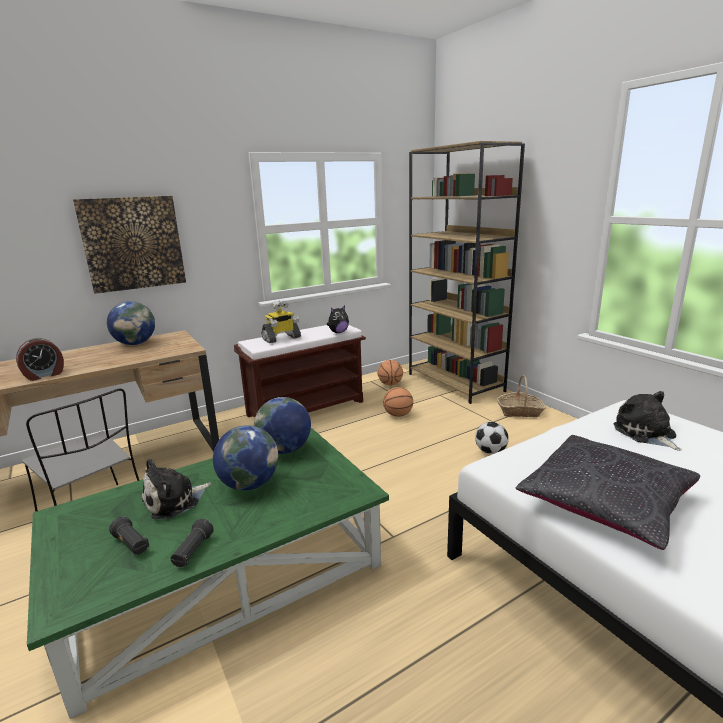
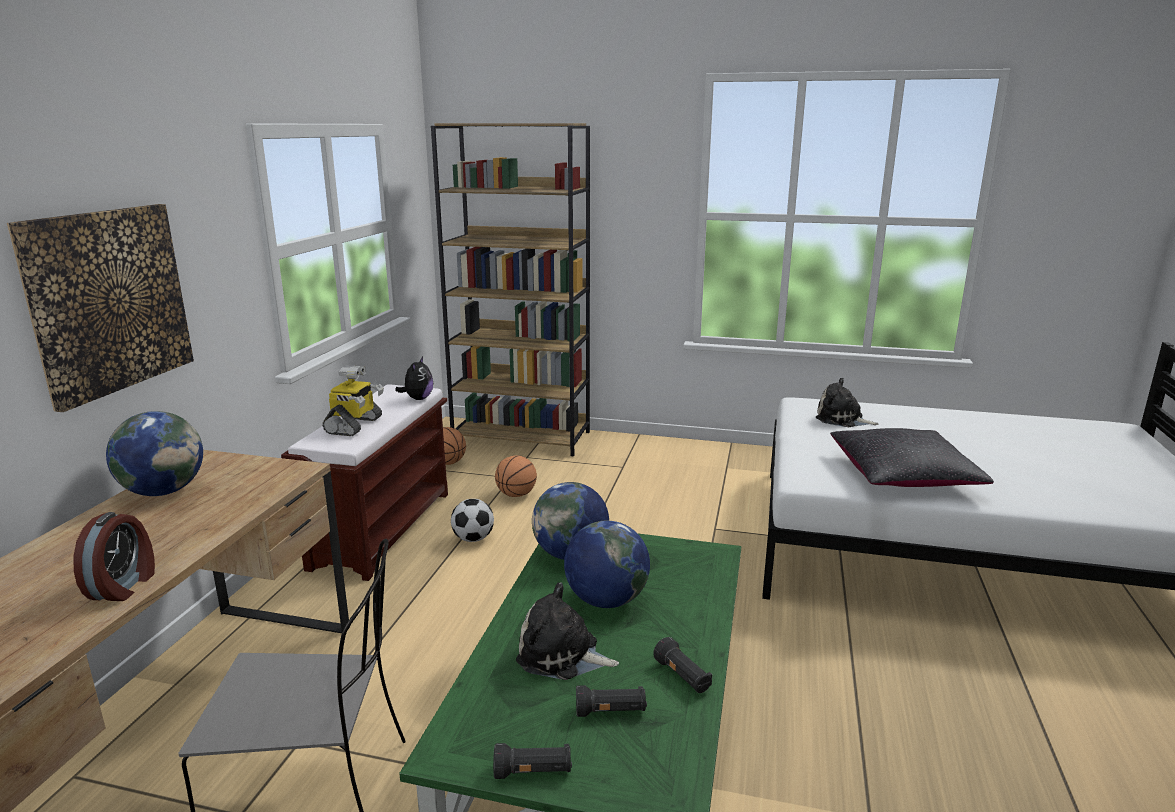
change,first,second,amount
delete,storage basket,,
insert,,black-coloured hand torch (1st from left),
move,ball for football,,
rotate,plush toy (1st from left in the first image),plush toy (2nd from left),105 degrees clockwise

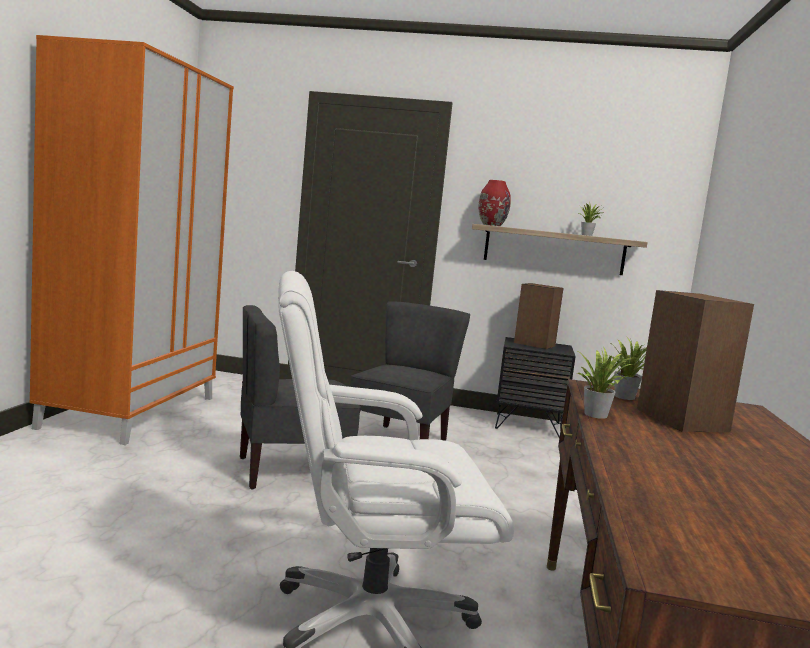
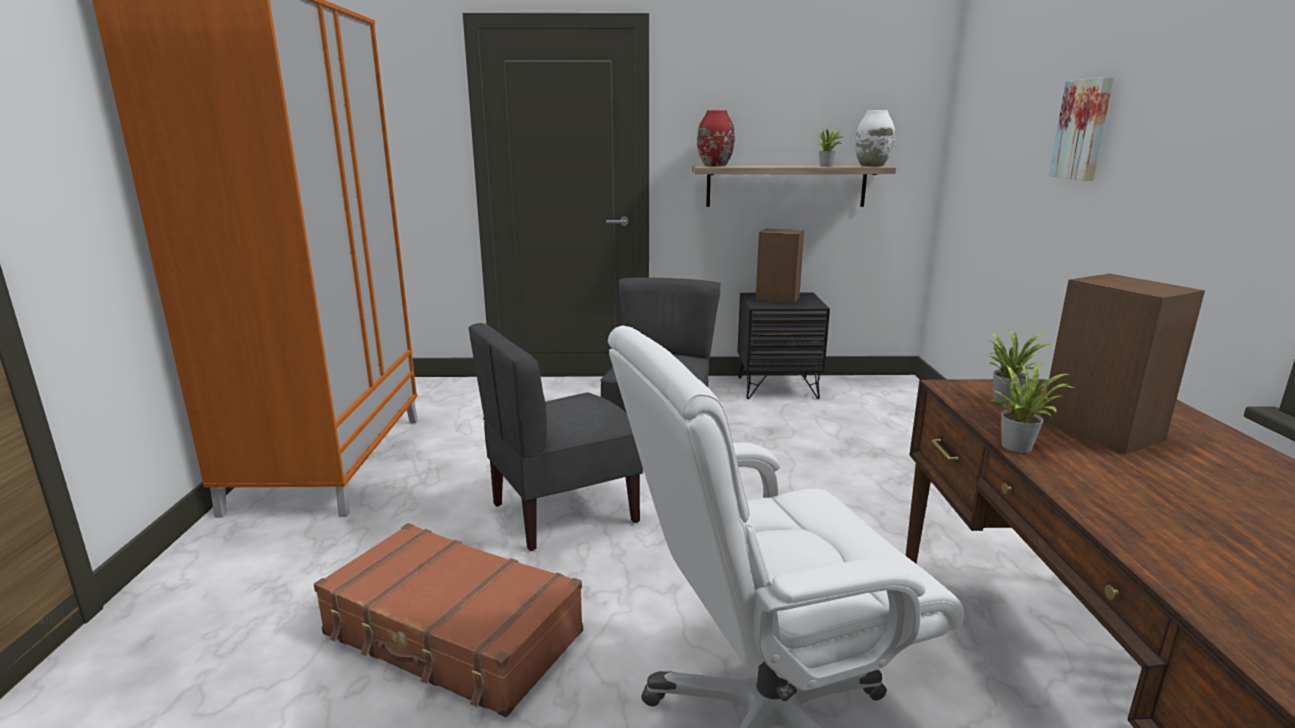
change,first,second,amount
insert,,brown-coloured suitcase,
insert,,whitish vase,
insert,,picture,

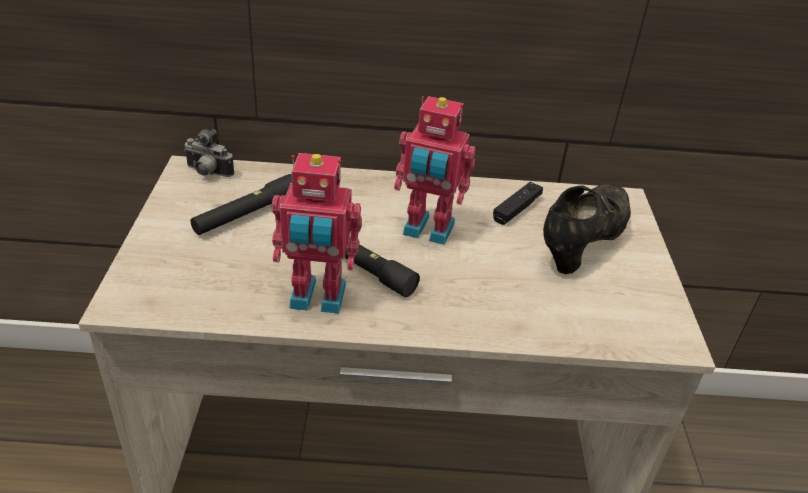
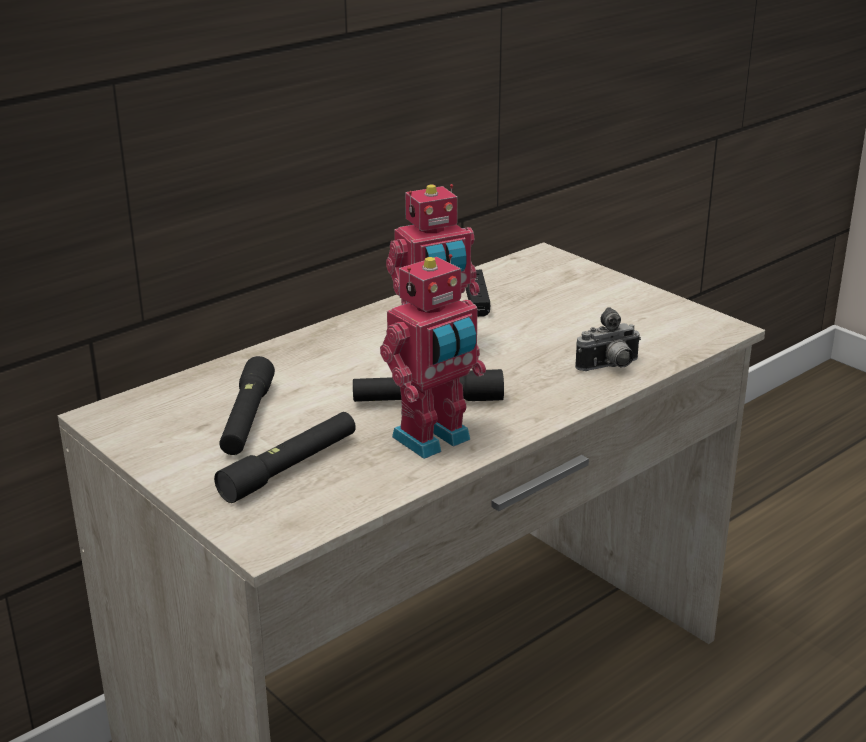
change,first,second,amount
delete,black-coloured low shoe,,
insert,,black-coloured hand torch (2nd from left),
move,photo camera,,

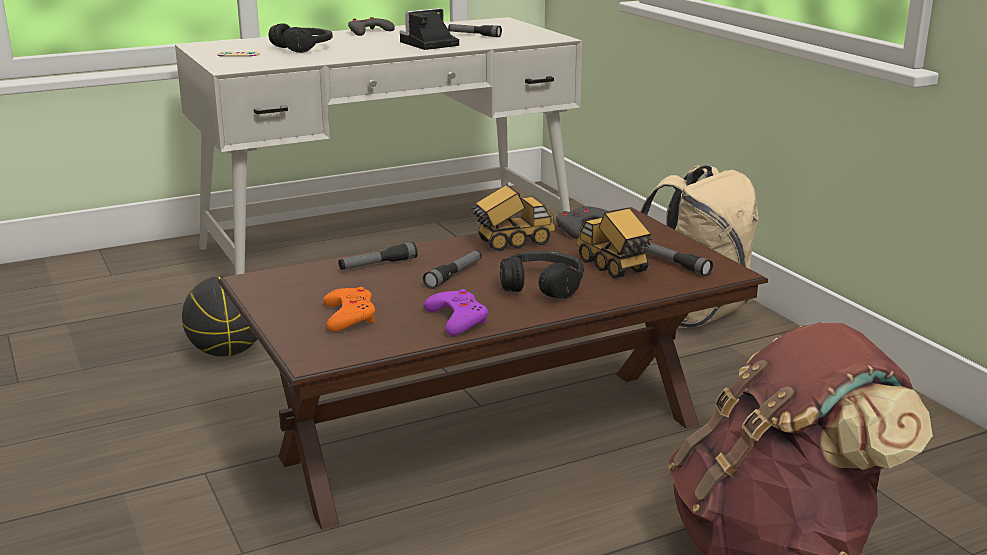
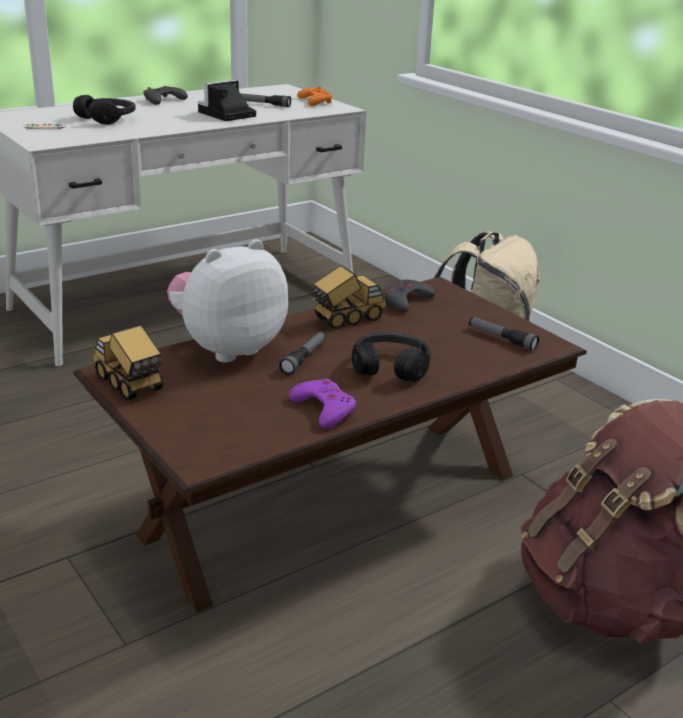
change,first,second,amount
delete,ball for basketball,,
move,orange-coloured joypad,,
move,toy lorry (2nd from left in the first image),toy lorry (1st from left),
replace,hand torch (1st from left),plush toy,

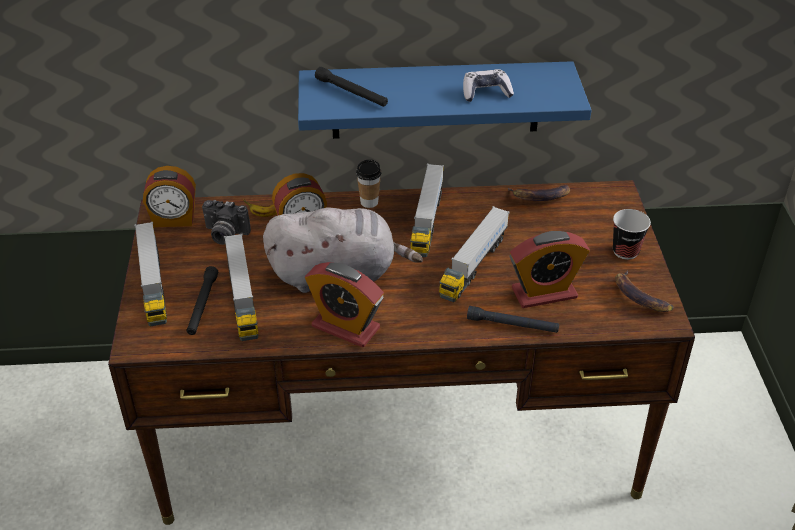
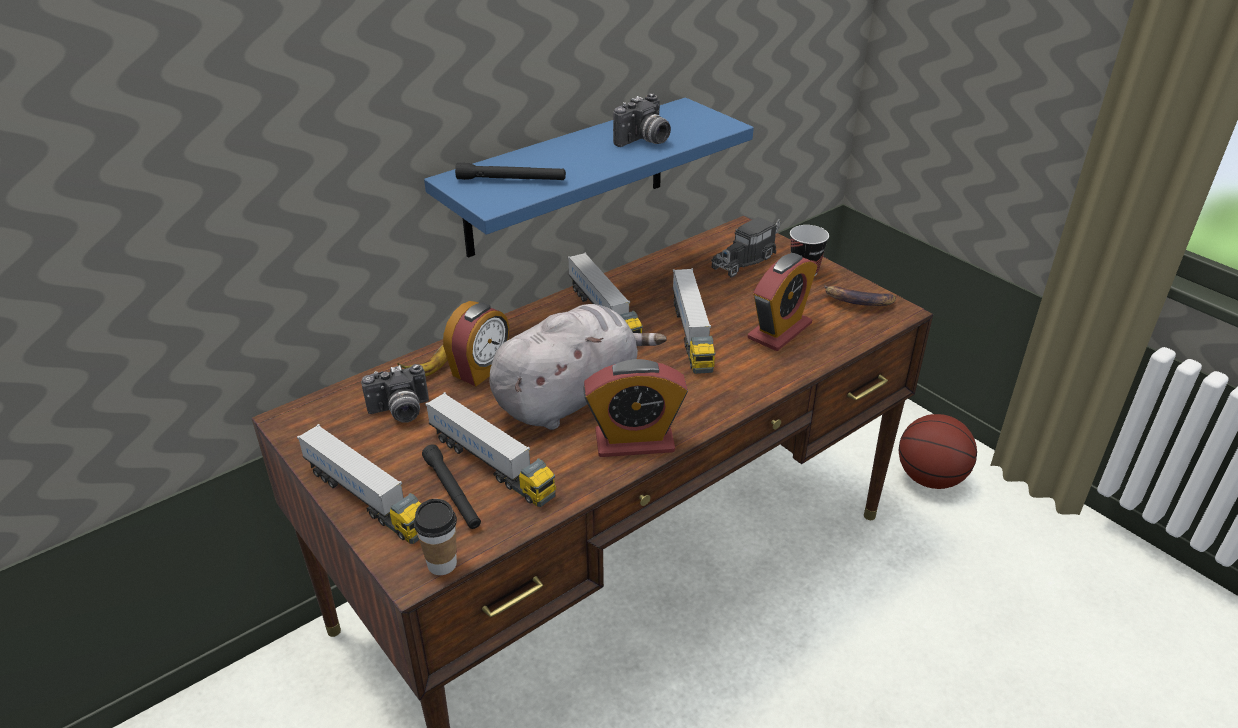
change,first,second,amount
delete,alarm clock (1st from left),,
delete,black-coloured hand torch (3rd from left),,
delete,banana fruit (2nd from left),,
insert,,toy lorry (5th from left),
insert,,ball for basketball,
move,drinking cup (1st from left),,
replace,joypad,photo camera (2nd from left),

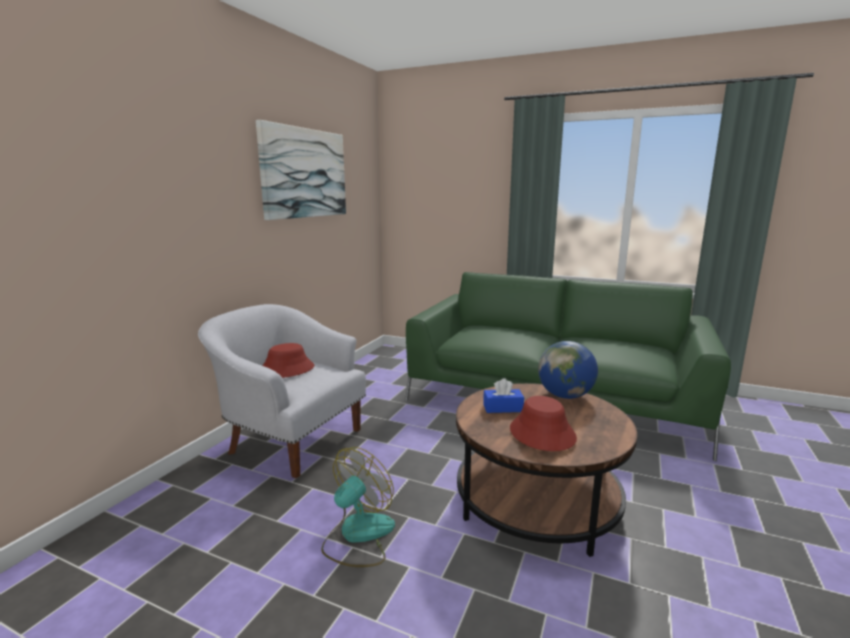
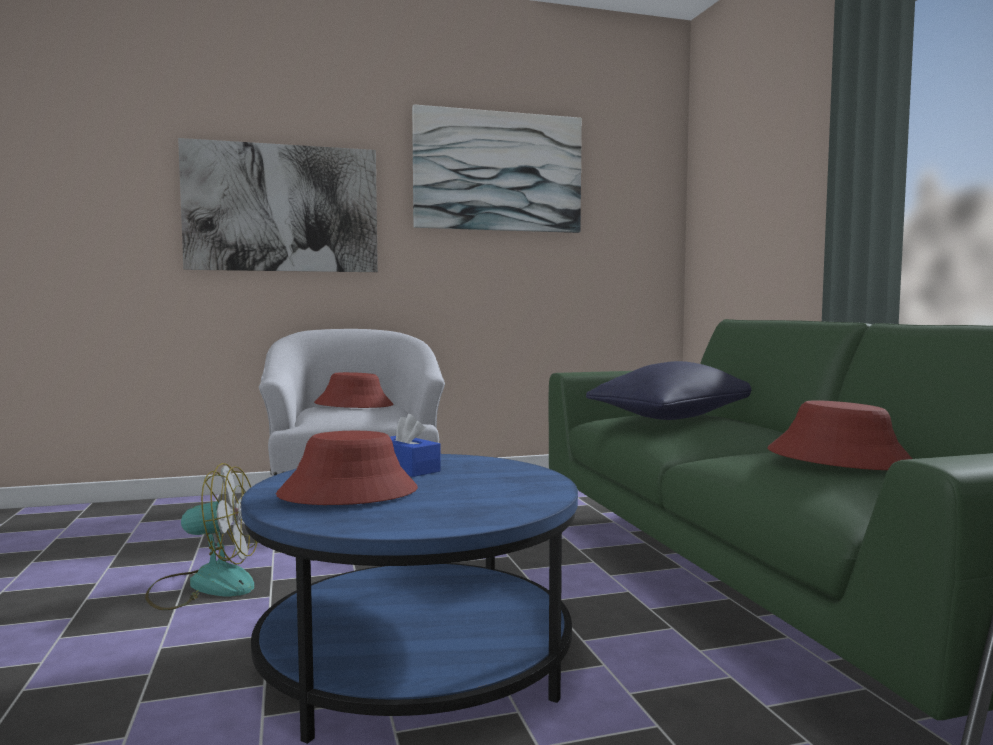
change,first,second,amount
delete,desk globe,,
insert,,picture (1st from left),
insert,,bluish pillow,
insert,,red hat (3rd from left),
recolor,brown-coloured lounge table,bluish lounge table,

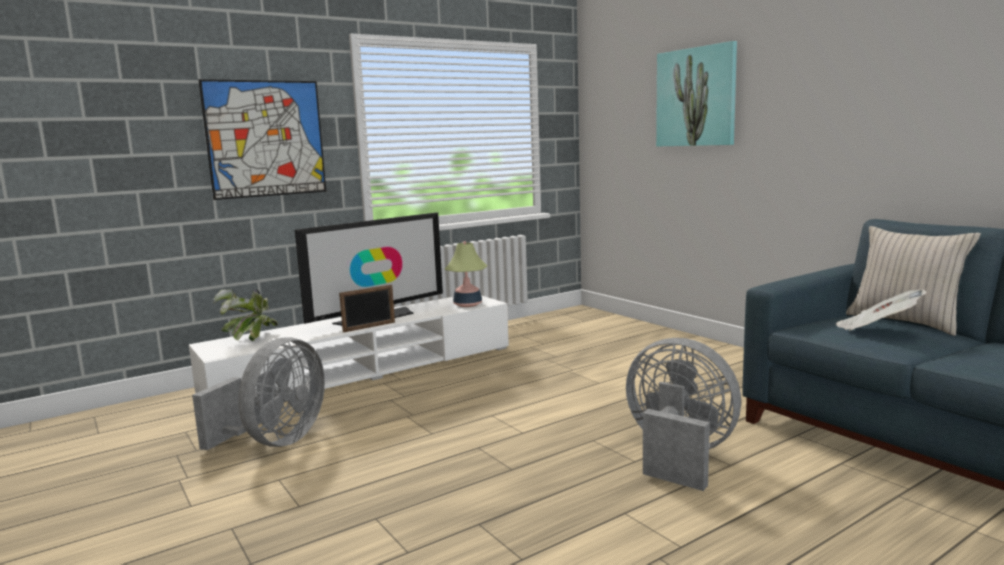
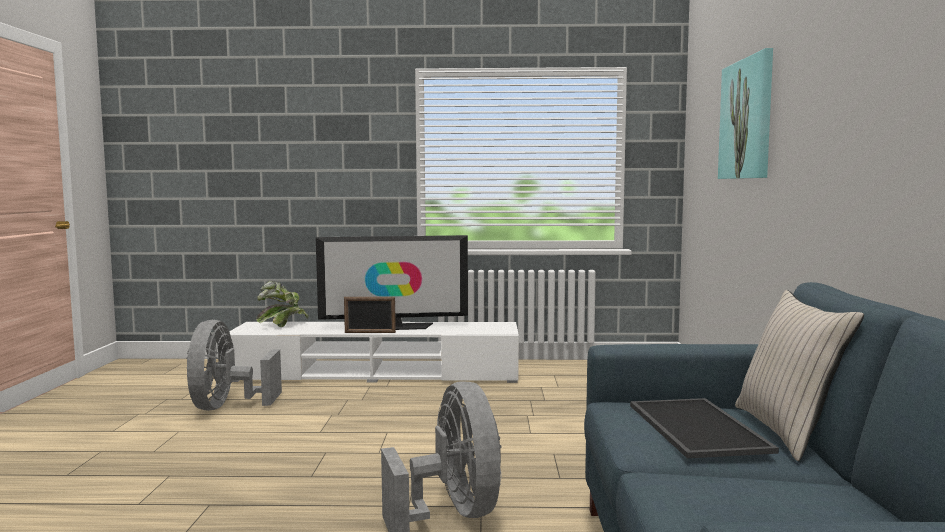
change,first,second,amount
delete,picture (1st from left),,
delete,tabletop lamp,,
replace,newspaper,carrying tray,
rotate,grey fan (1st from left),,120 degrees clockwise

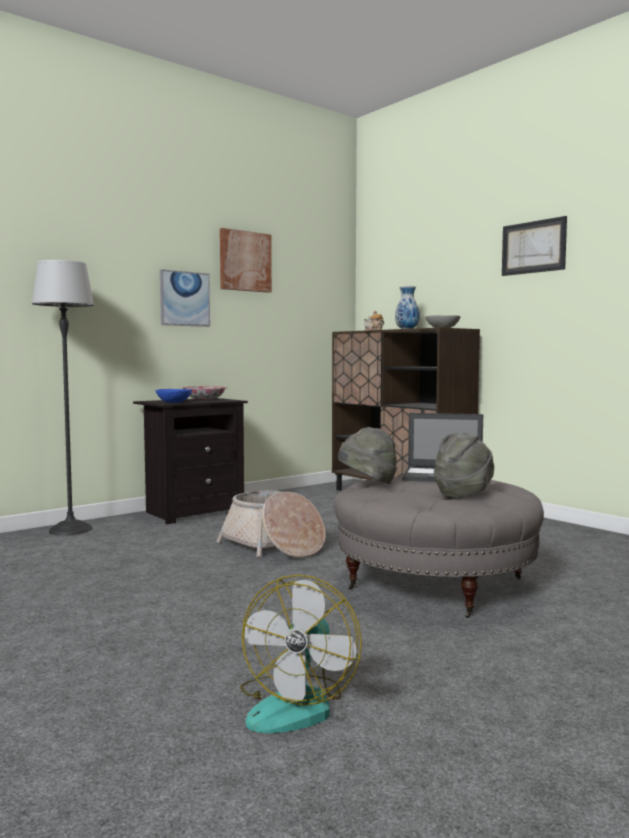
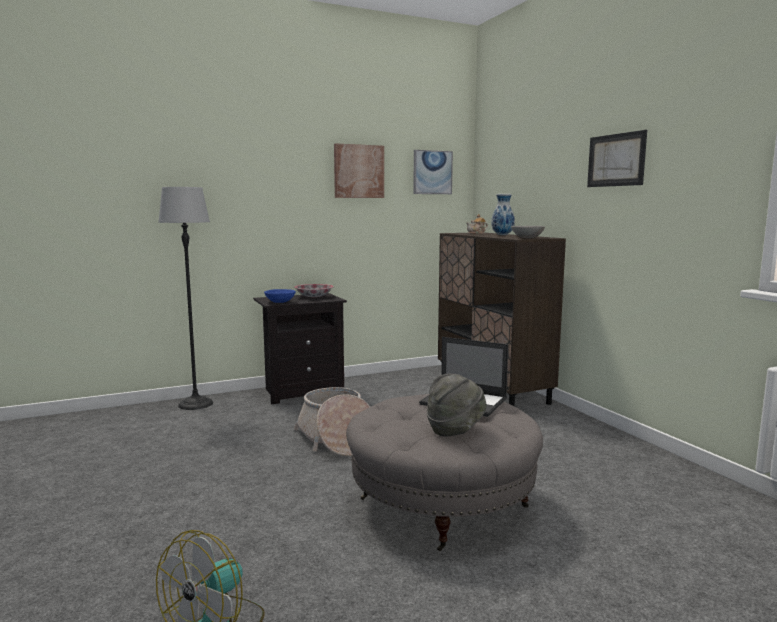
change,first,second,amount
delete,grey hat (1st from left),,
move,picture (1st from left in the first image),picture (2nd from left),

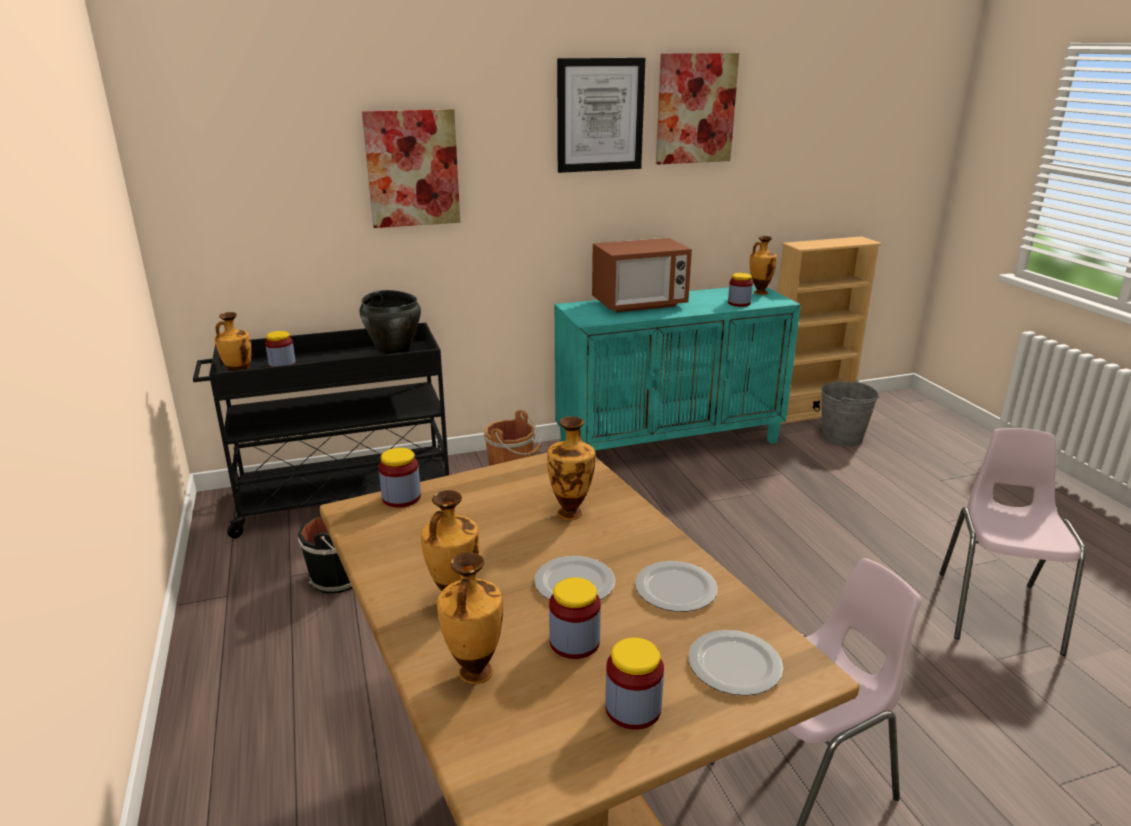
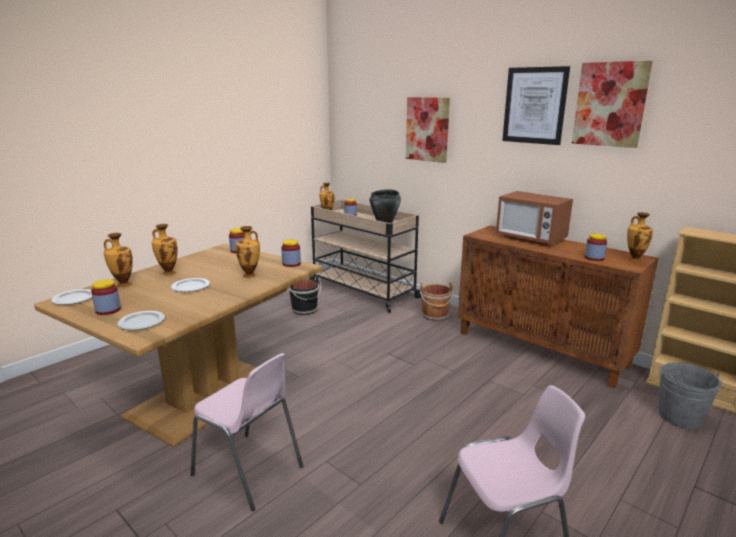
change,first,second,amount
move,storage jar (3rd from left),,
move,plate (2nd from left in the first image),plate (1st from left),
recolor,black-coloured wheeled cart,sand-coloured wheeled cart,
recolor,turquoise-coloured cabinet,brown-coloured cabinet,

